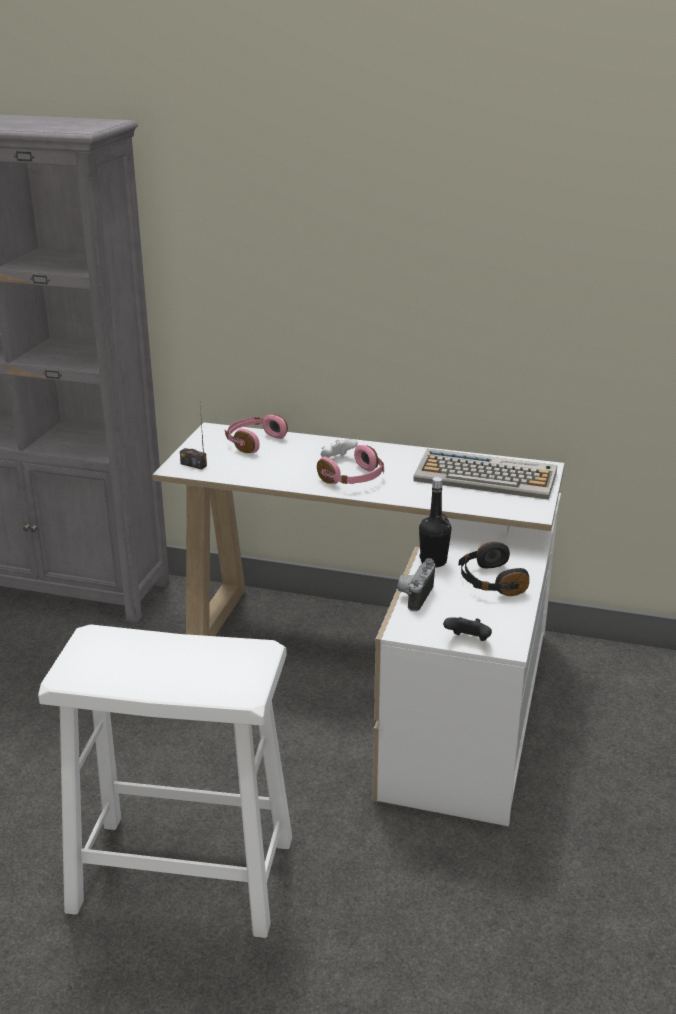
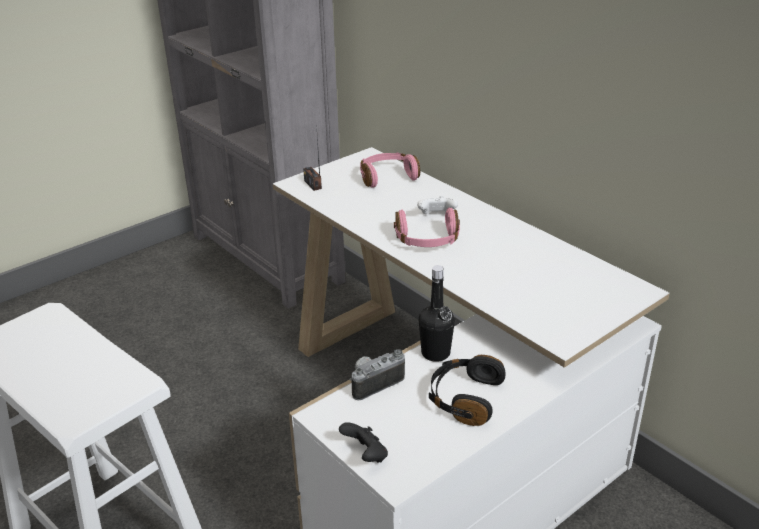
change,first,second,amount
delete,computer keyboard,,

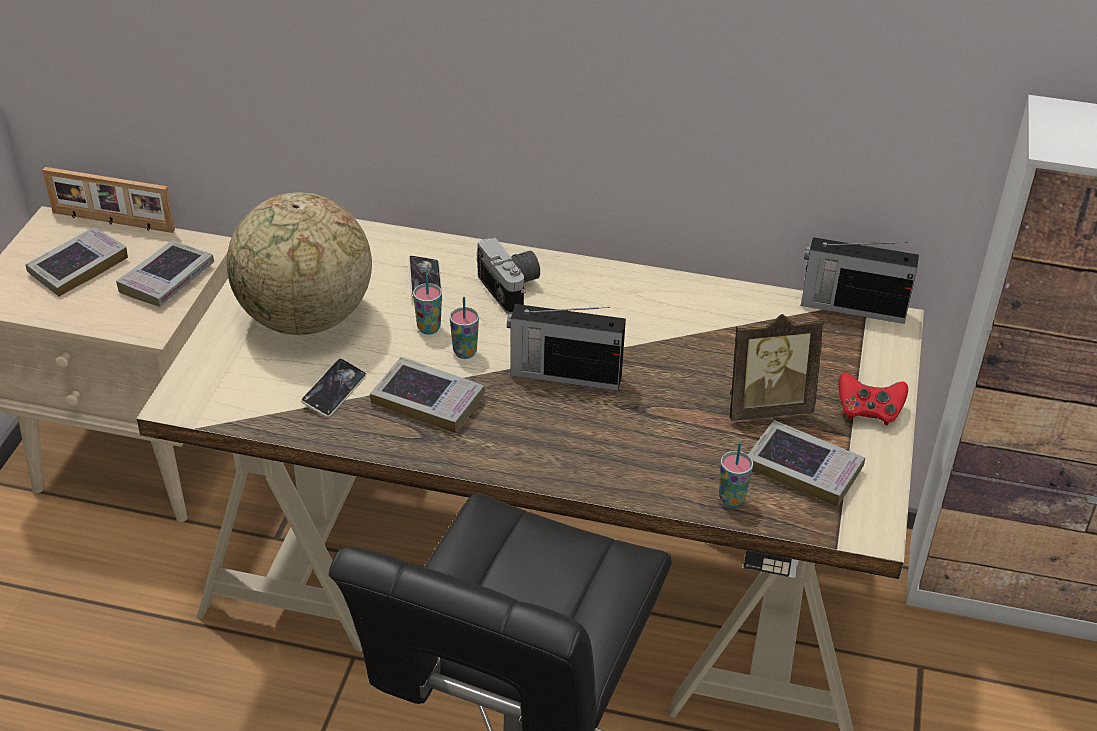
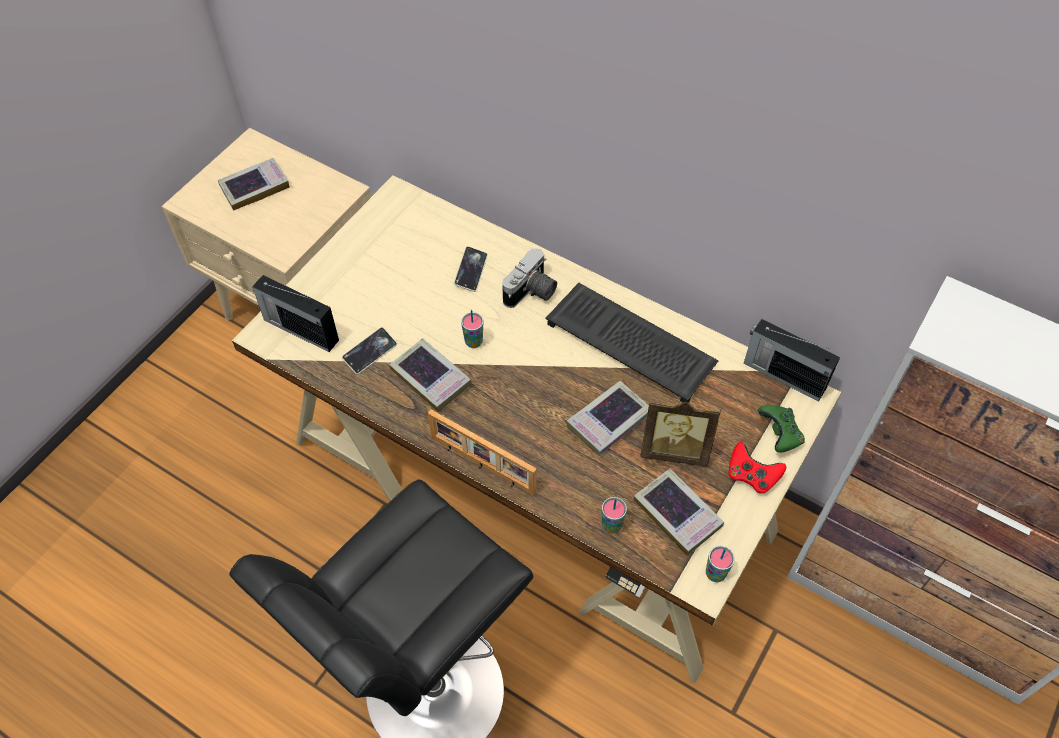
change,first,second,amount
delete,desk globe,,
insert,,computer keyboard,
insert,,green joypad,
move,standing frame (1st from left),,
move,volume (2nd from left in the first image),volume (3rd from left),
move,drinking cup (1st from left in the first image),drinking cup (3rd from left),
move,radio set (1st from left),,
rotate,photo camera,,45 degrees clockwise

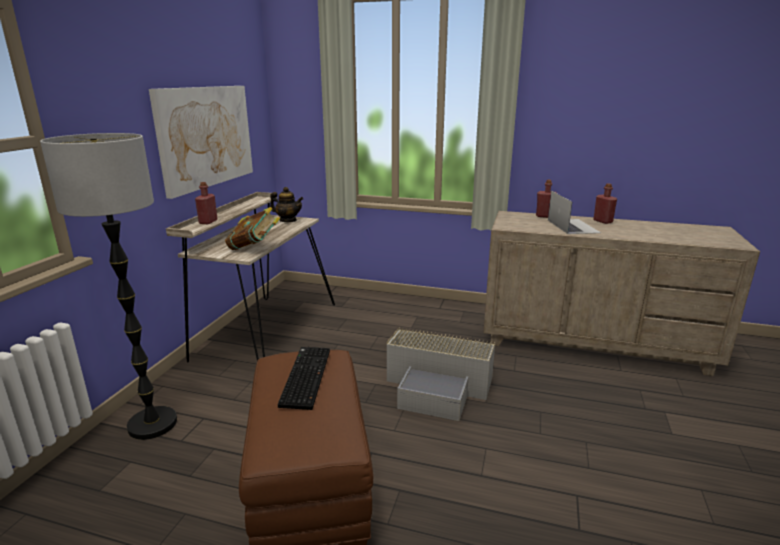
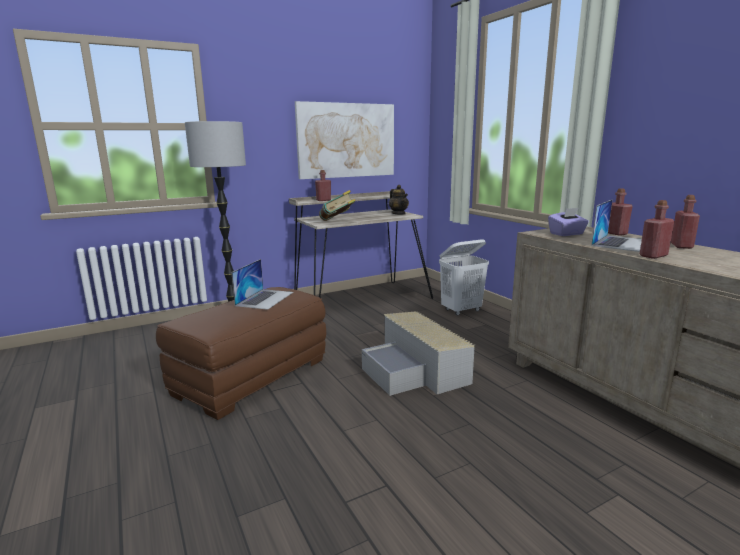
change,first,second,amount
insert,,whitish laundry basket,
insert,,purple-coloured tissue box,
insert,,red bottle (3rd from left),
replace,computer keyboard,portable computer (1st from left),

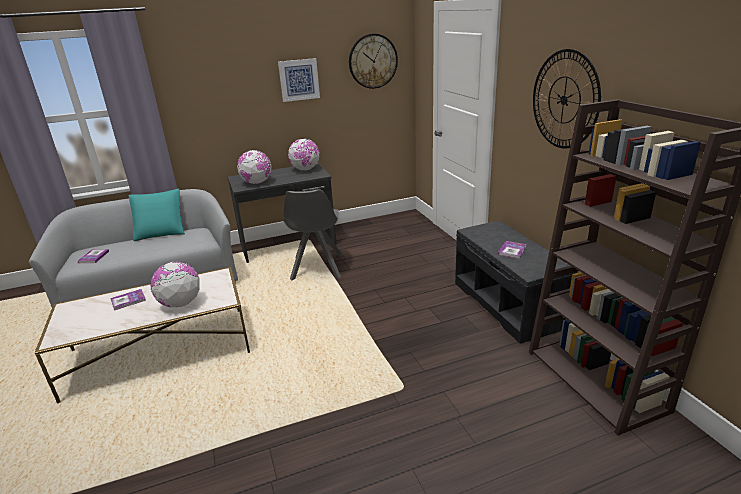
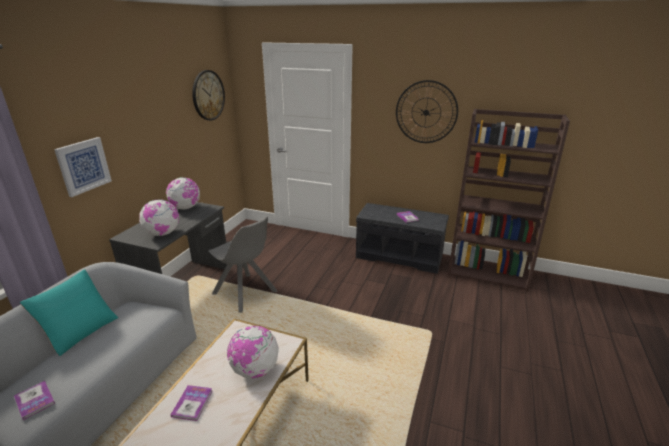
change,first,second,amount
move,picture,,

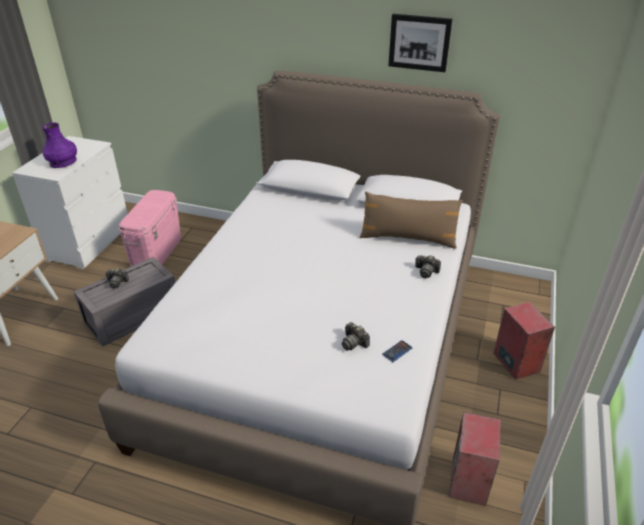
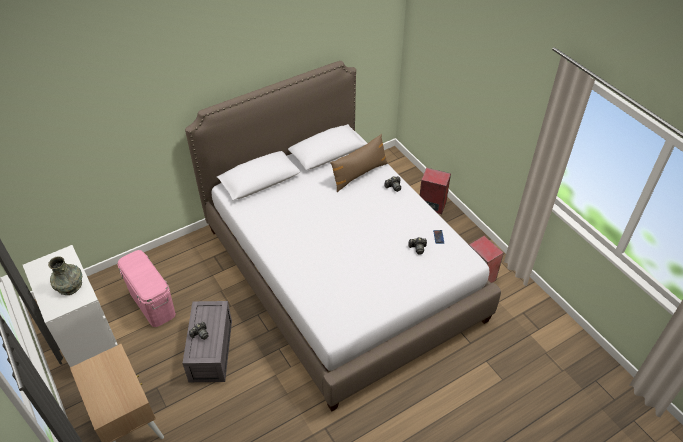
change,first,second,amount
delete,picture,,
recolor,purple-coloured vase,grey vase,

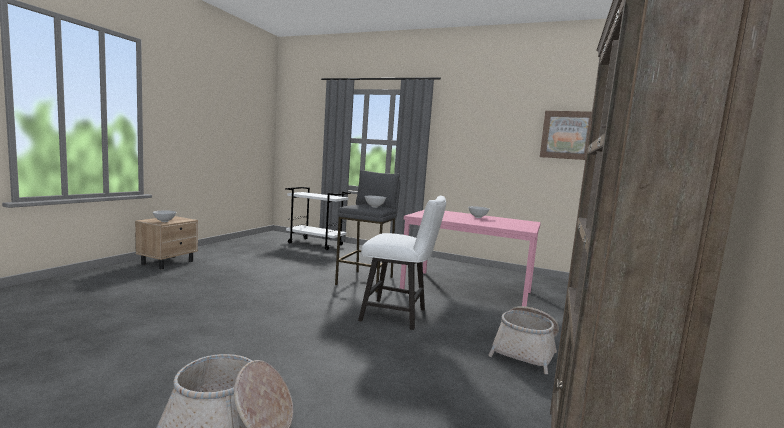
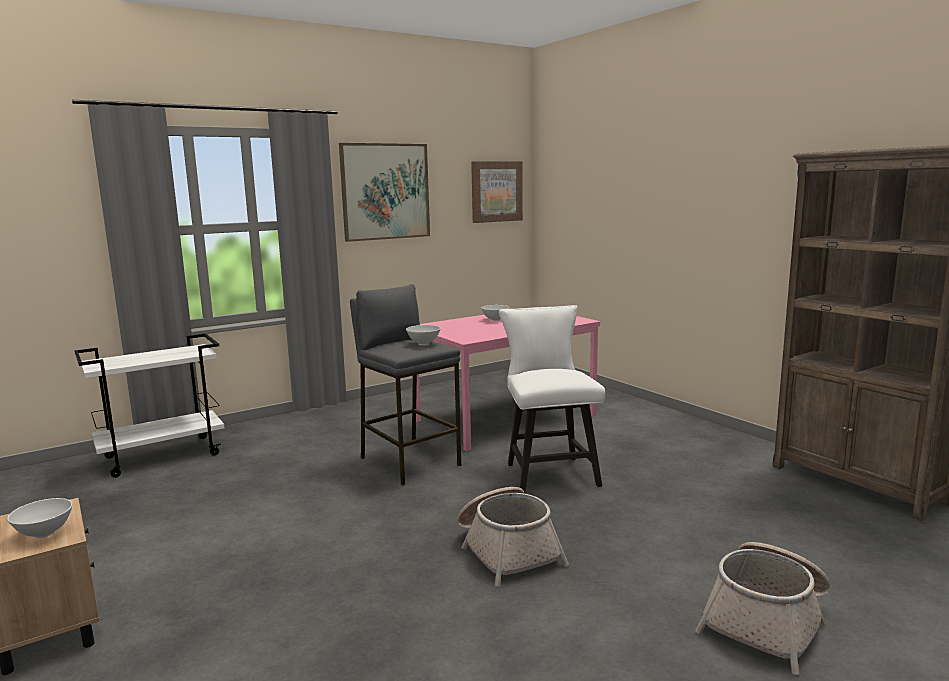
change,first,second,amount
insert,,picture (1st from left),
move,storage basket (2nd from left in the first image),storage basket (1st from left),
rotate,whitish upright chair,,60 degrees counterclockwise

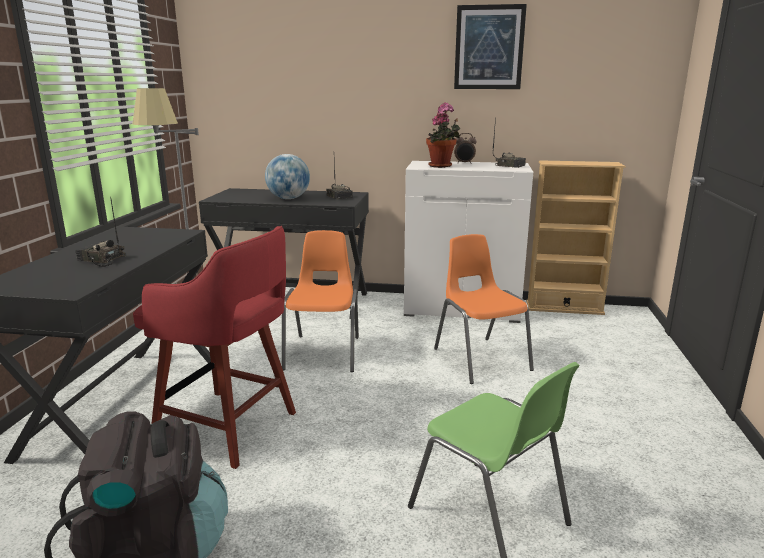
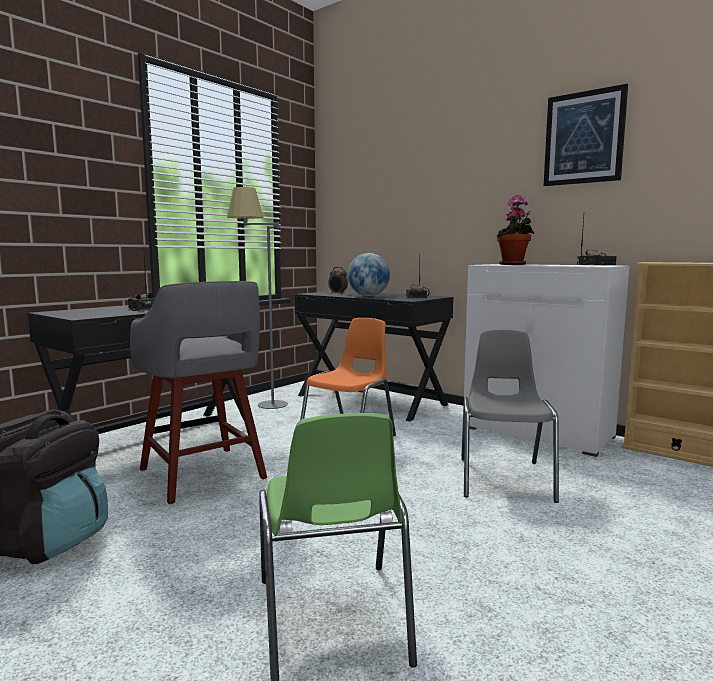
change,first,second,amount
move,alarm clock,,
recolor,red stool,grey stool,
recolor,orange-coloured upright chair (2nd from left),grey upright chair,

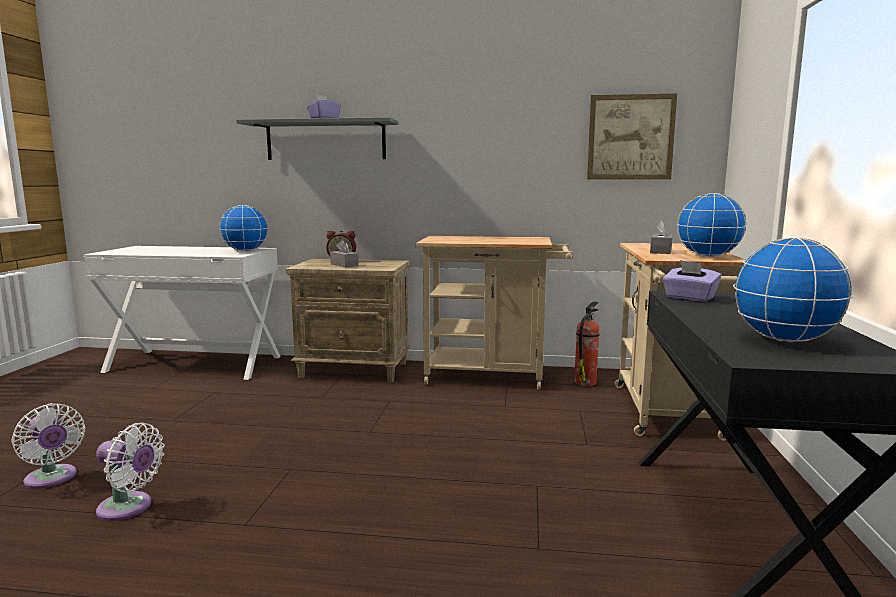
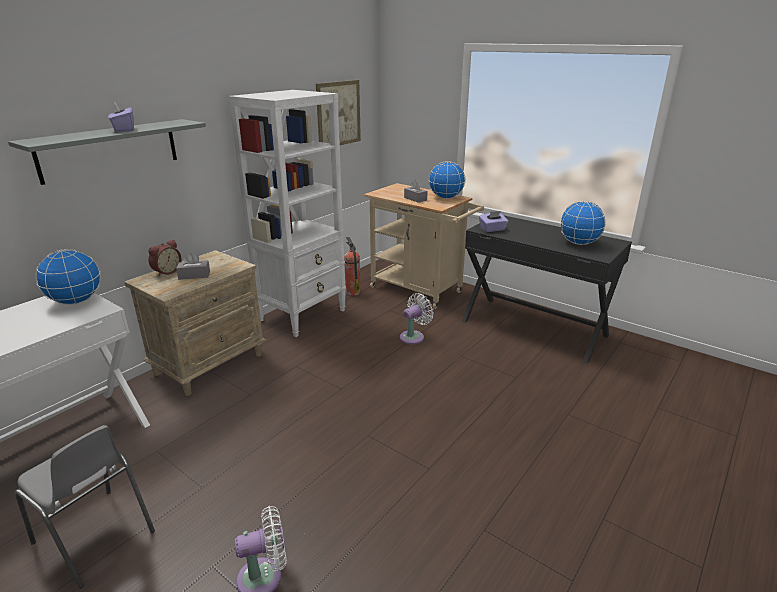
change,first,second,amount
insert,,grey upright chair,
move,whitish fan (2nd from left),,
replace,sand-coloured wheeled cart (1st from left),whitish shelving unit,

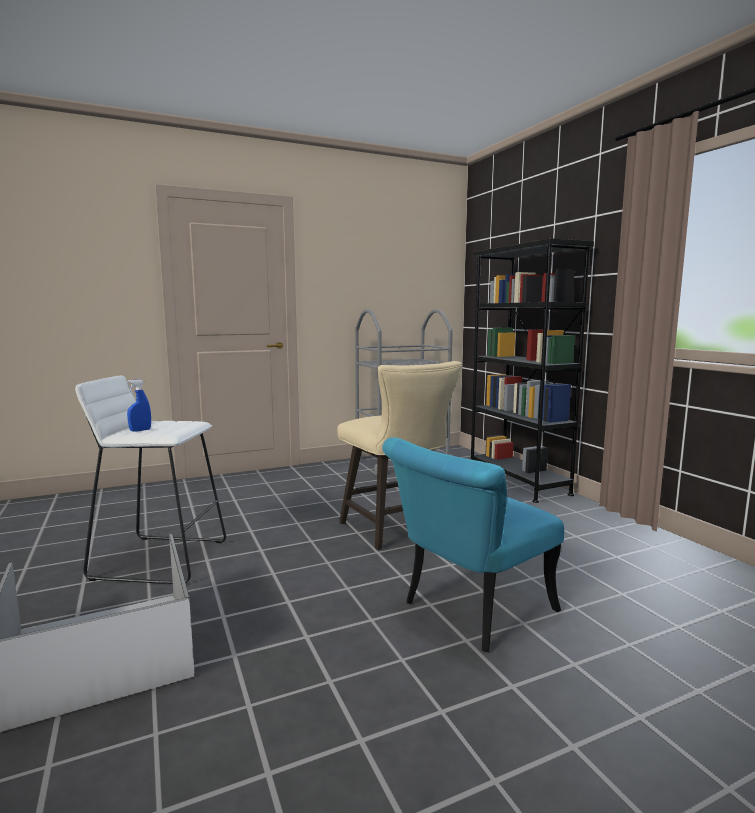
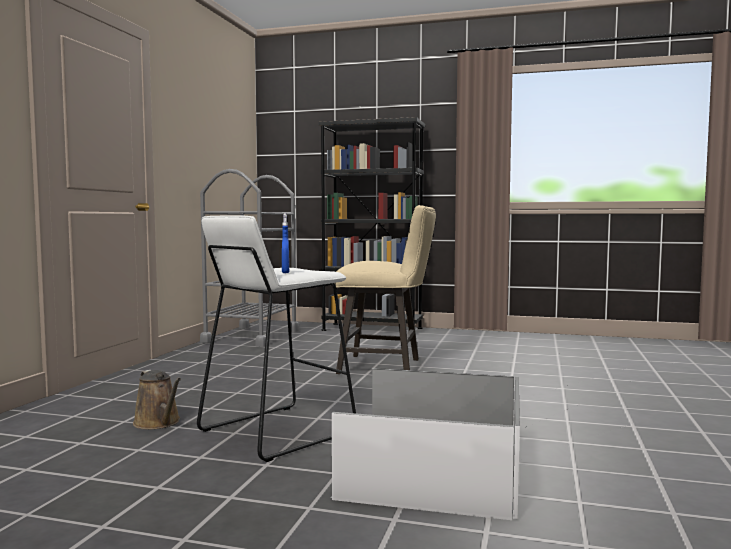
change,first,second,amount
delete,turquoise-coloured upright chair,,
insert,,brown-coloured sprinkling can,

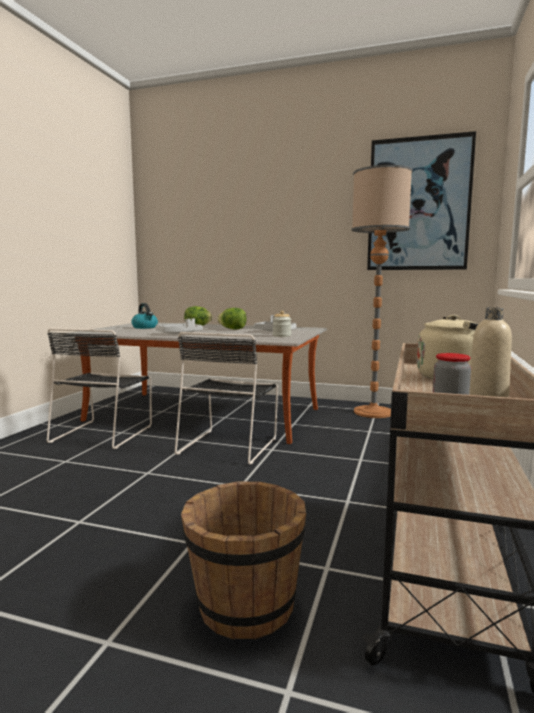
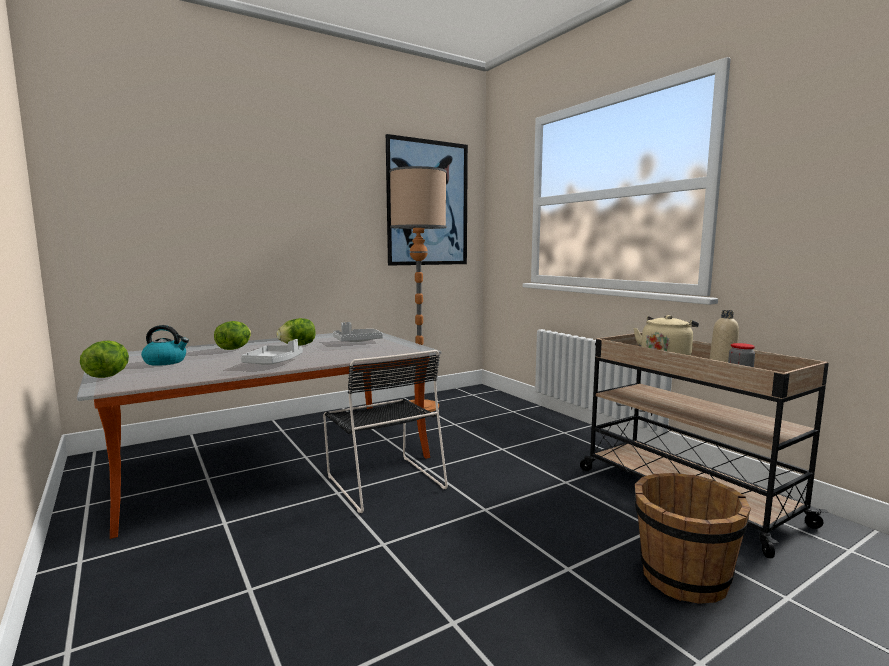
change,first,second,amount
delete,black-coloured upright chair (1st from left),,
delete,storage jar (1st from left),,
insert,,head of lettuce (1st from left),

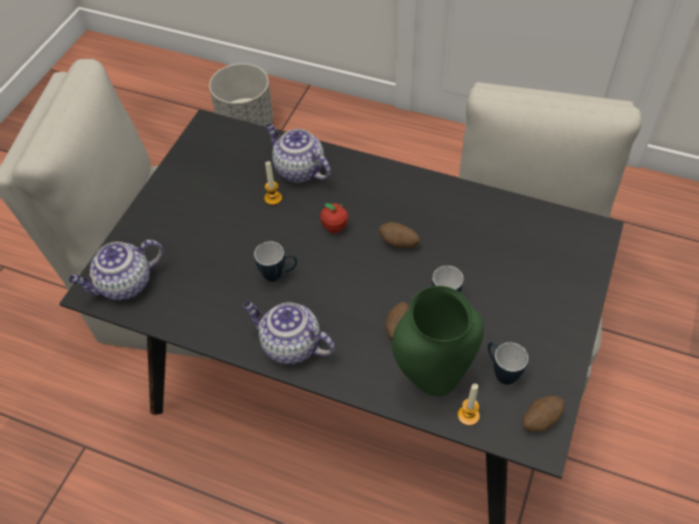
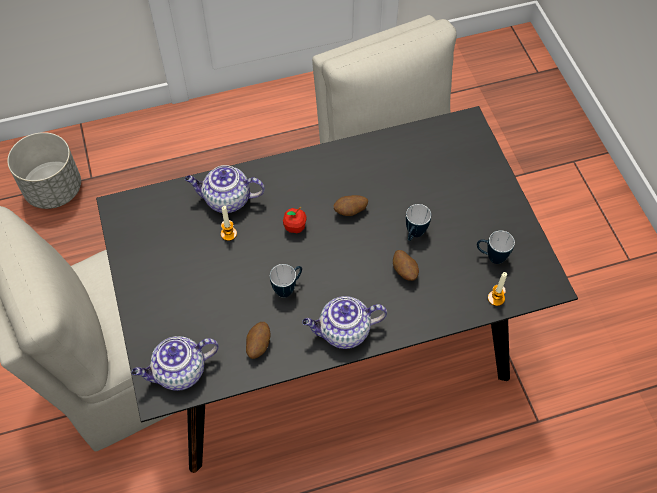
change,first,second,amount
delete,green vase,,
move,spud (3rd from left in the first image),spud (1st from left),
rotate,pot for tea (1st from left),,45 degrees clockwise

